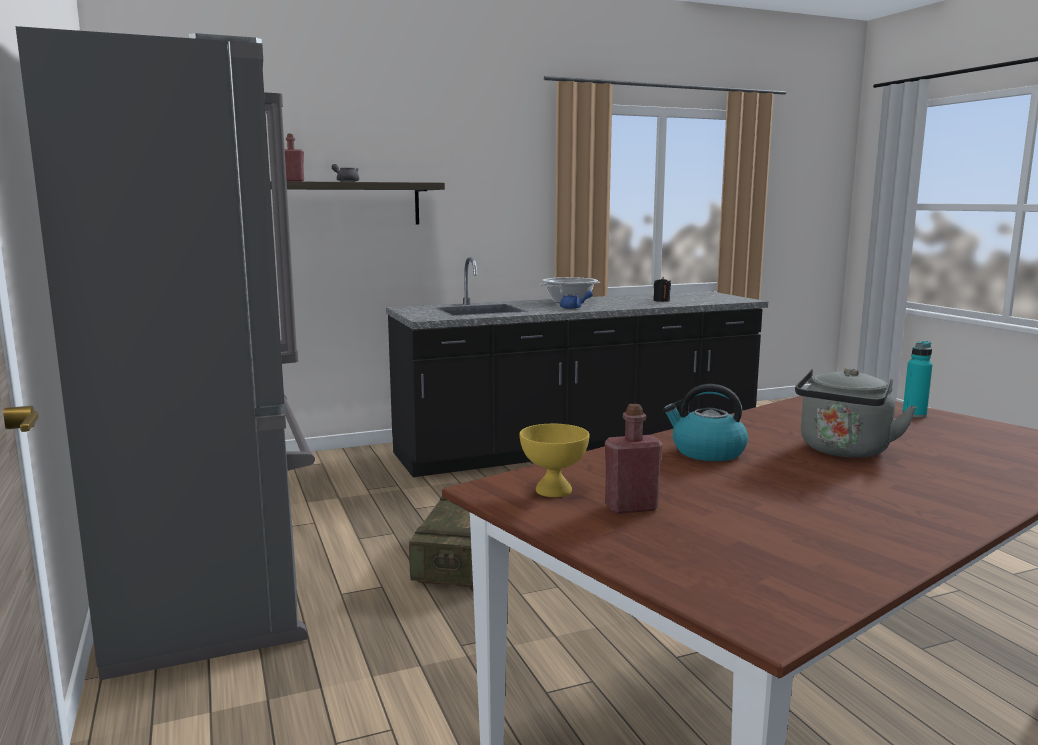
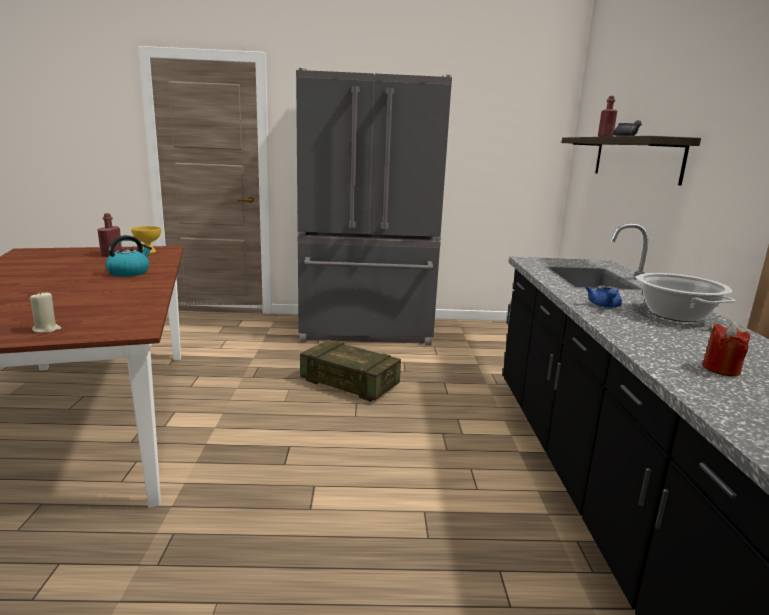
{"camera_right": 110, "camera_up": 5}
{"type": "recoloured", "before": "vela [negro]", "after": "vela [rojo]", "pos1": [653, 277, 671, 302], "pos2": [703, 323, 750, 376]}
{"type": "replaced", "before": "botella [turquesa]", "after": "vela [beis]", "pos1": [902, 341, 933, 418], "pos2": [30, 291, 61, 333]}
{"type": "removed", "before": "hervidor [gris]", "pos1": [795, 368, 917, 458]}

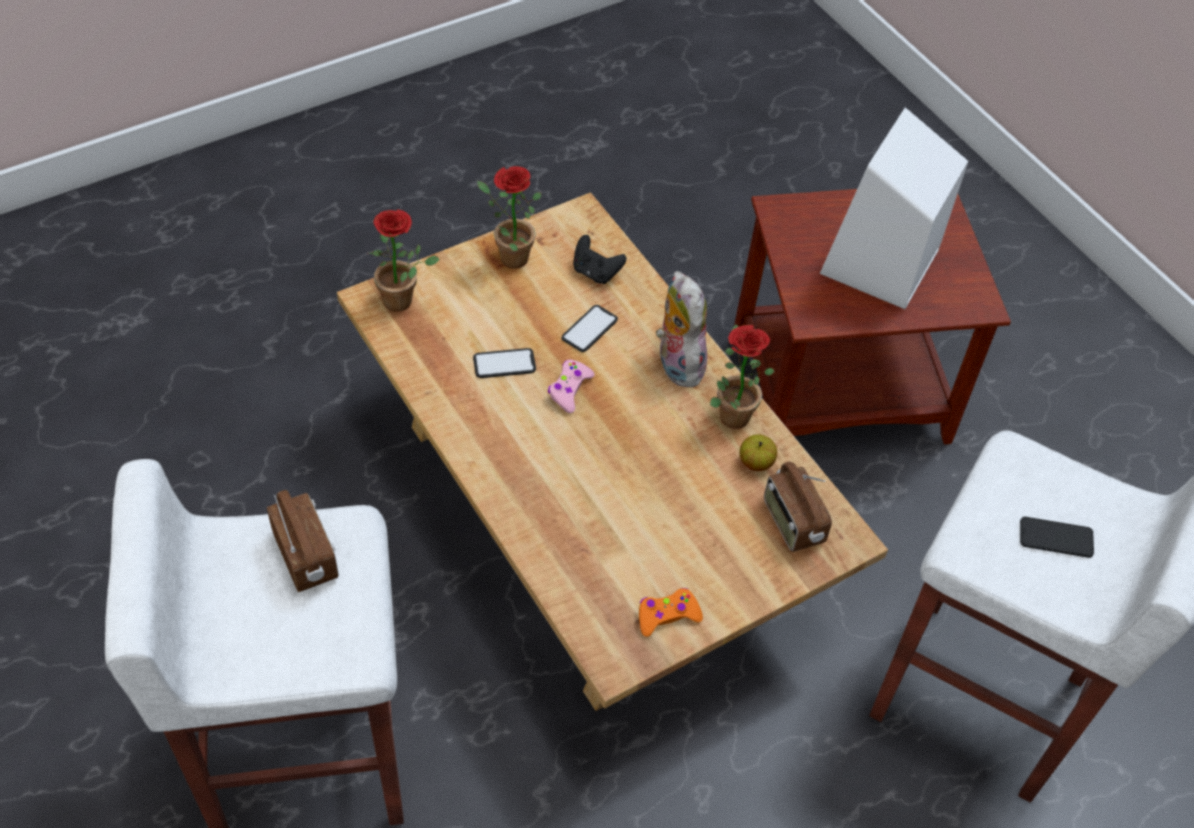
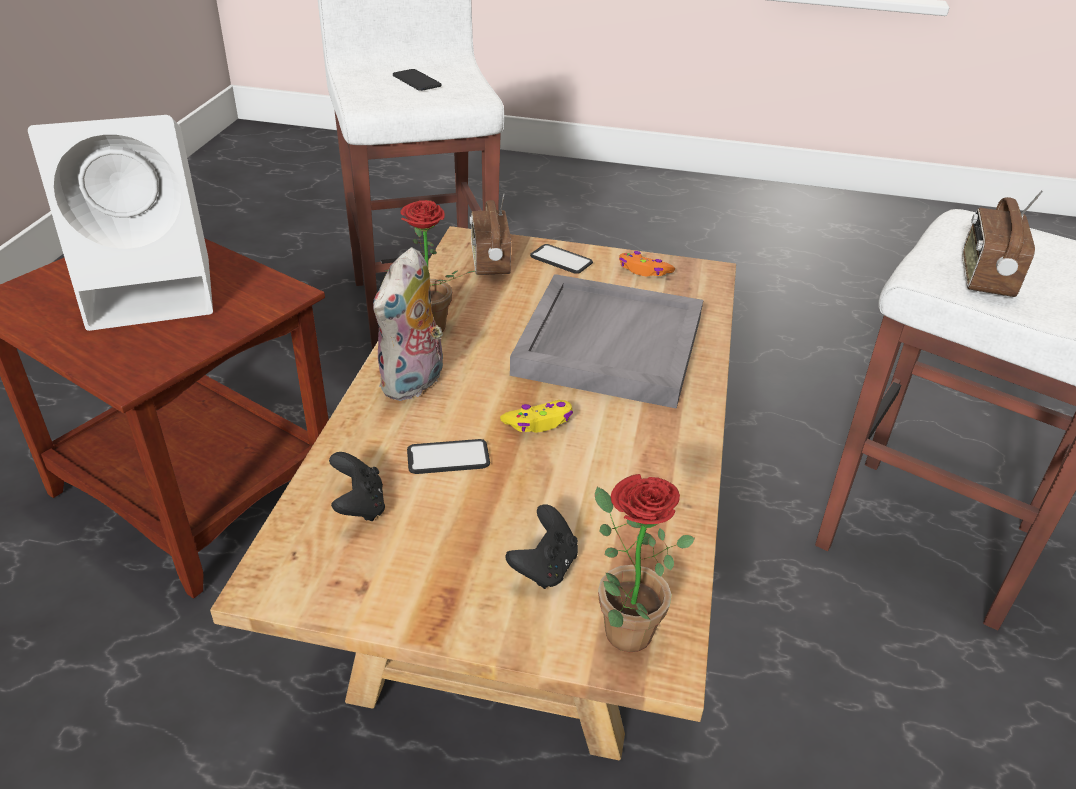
{"camera_right": -135, "camera_up": -15}
{"type": "removed", "before": "planta en maceta", "pos1": [477, 166, 542, 269]}
{"type": "moved", "before": "móvil", "pos1": [473, 348, 536, 378], "pos2": [530, 244, 593, 274]}
{"type": "recoloured", "before": "mando de consola [rosa]", "after": "mando de consola [amarillo]", "pos1": [548, 360, 595, 413], "pos2": [500, 400, 573, 433]}
{"type": "removed", "before": "manzana", "pos1": [740, 434, 777, 471]}
{"type": "turned", "before": "radio", "pos1": [764, 462, 832, 552], "pos2": [469, 194, 511, 275], "turn": 150}
{"type": "added", "after": "bandeja [gris]", "pos2": [510, 274, 703, 409]}
{"type": "added", "after": "mando de consola [negro]", "pos2": [505, 504, 578, 589]}

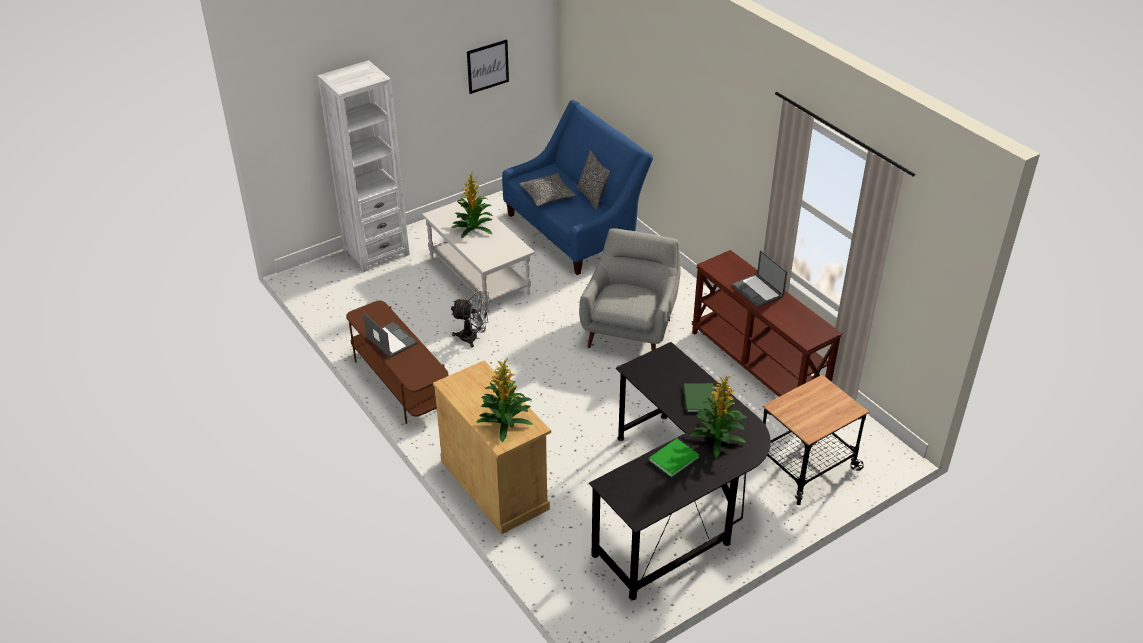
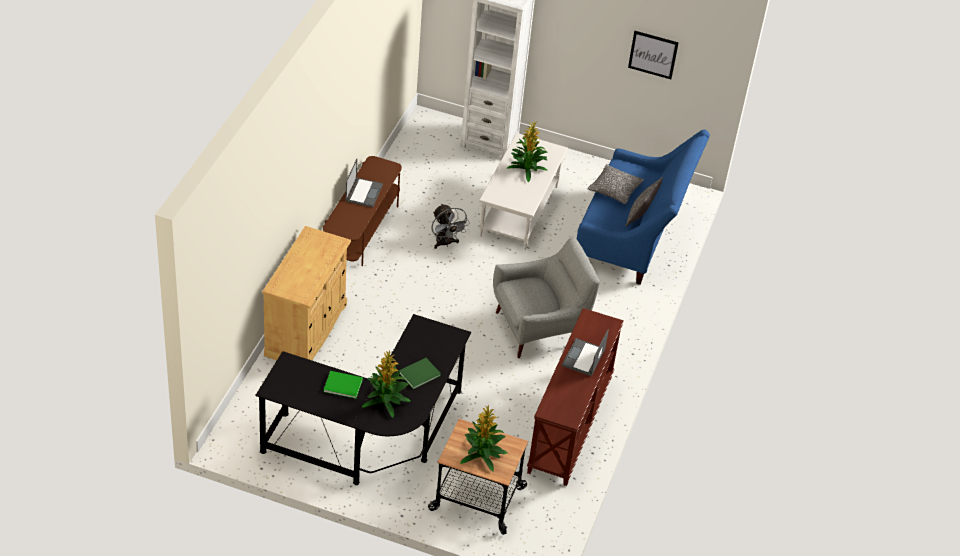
{"camera_right": 50, "camera_up": 5}
{"type": "moved", "before": "planta en maceta", "pos1": [477, 359, 533, 442], "pos2": [460, 405, 507, 472]}

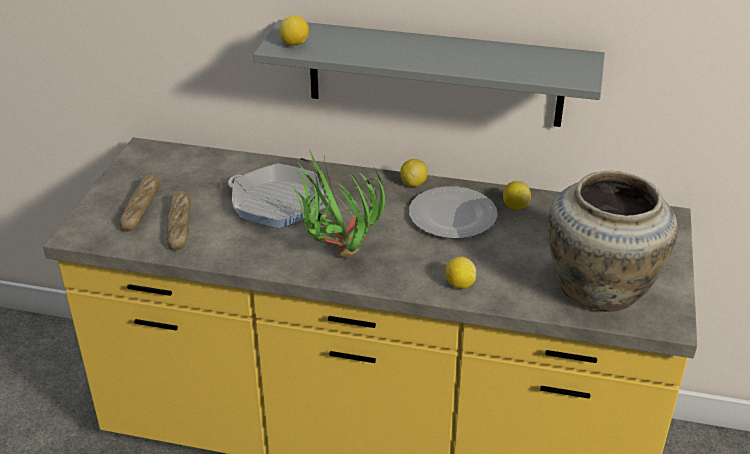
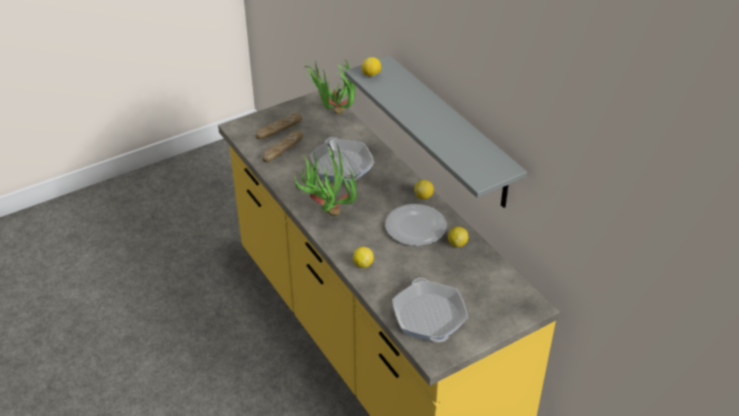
{"camera_right": 45, "camera_up": 5}
{"type": "replaced", "before": "florero [beis]", "after": "sartén", "pos1": [547, 171, 678, 312], "pos2": [392, 278, 468, 342]}
{"type": "added", "after": "planta en maceta", "pos2": [304, 58, 356, 114]}

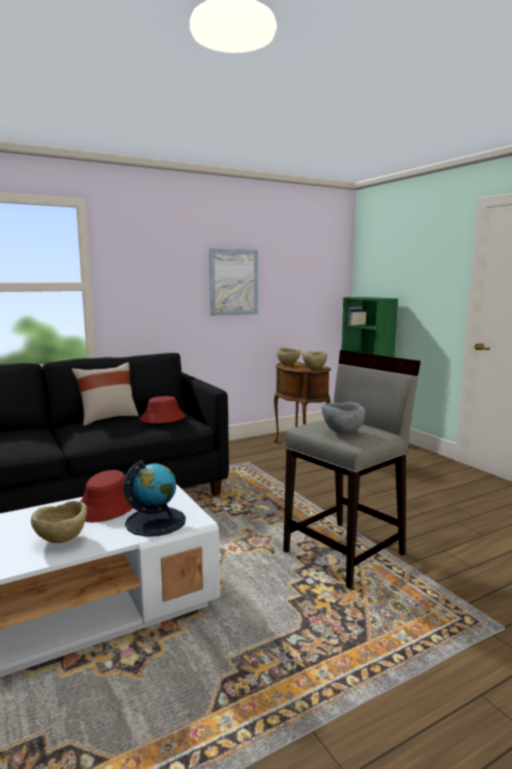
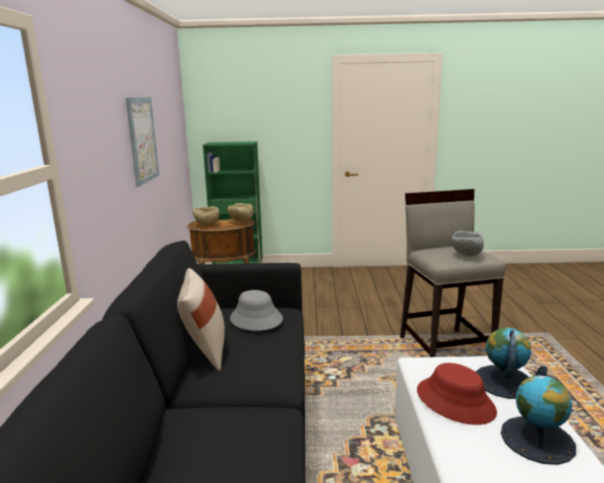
{"camera_right": -60, "camera_up": 5}
{"type": "recoloured", "before": "sombrero [rojo]", "after": "sombrero [gris]", "pos1": [139, 396, 185, 423], "pos2": [230, 290, 283, 331]}
{"type": "replaced", "before": "cuenco [beis]", "after": "globo terráqueo", "pos1": [31, 501, 87, 543], "pos2": [501, 366, 576, 465]}

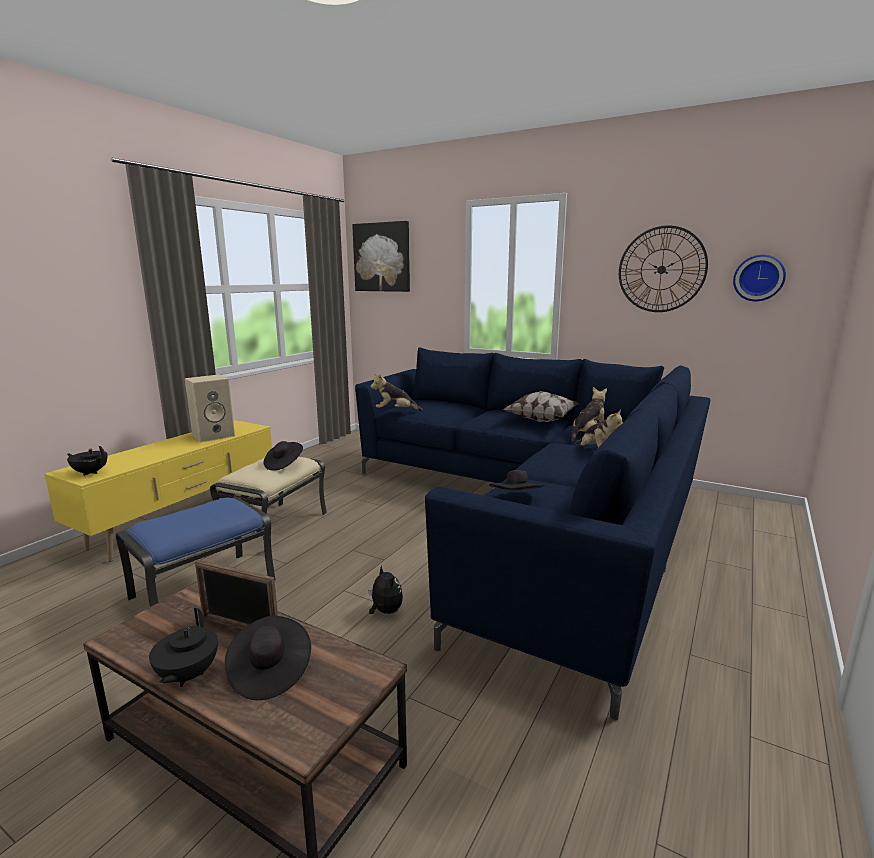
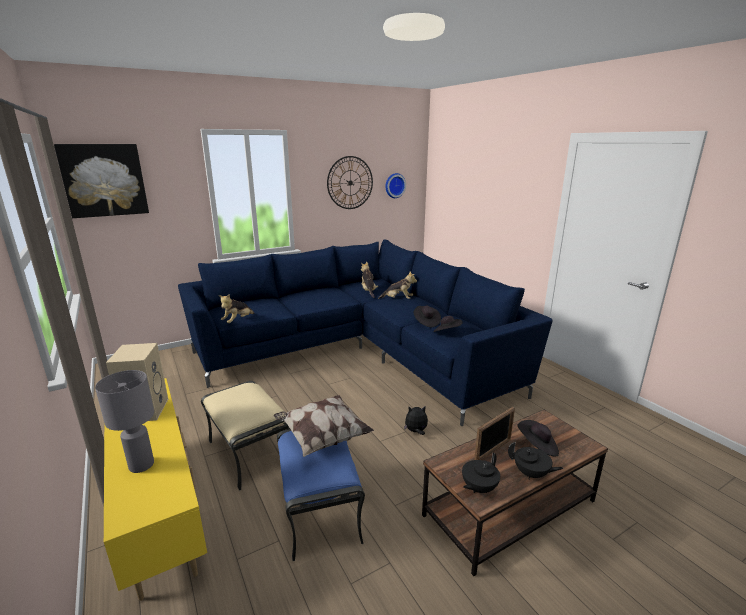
{"camera_right": -60, "camera_up": 5}
{"type": "moved", "before": "cojín", "pos1": [502, 391, 579, 422], "pos2": [274, 395, 374, 457]}
{"type": "moved", "before": "sombrero [negro]", "pos1": [264, 441, 303, 471], "pos2": [414, 306, 441, 327]}
{"type": "moved", "before": "tetera [negro]", "pos1": [67, 446, 108, 476], "pos2": [462, 453, 500, 493]}
{"type": "added", "after": "lámpara de mesa [gris]", "pos2": [95, 370, 154, 473]}

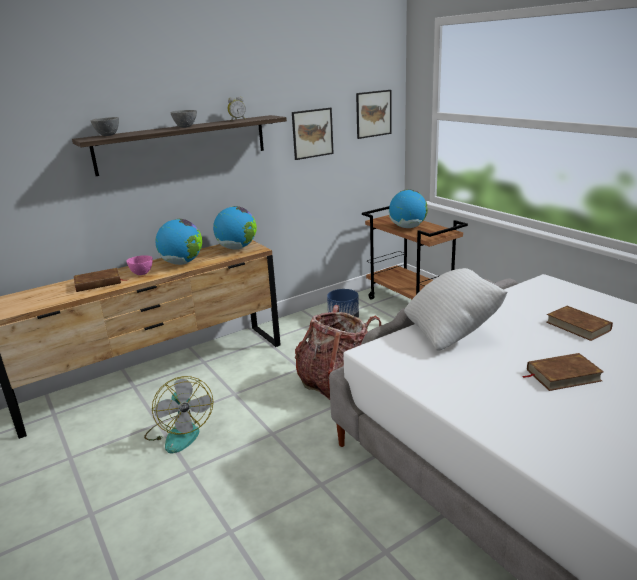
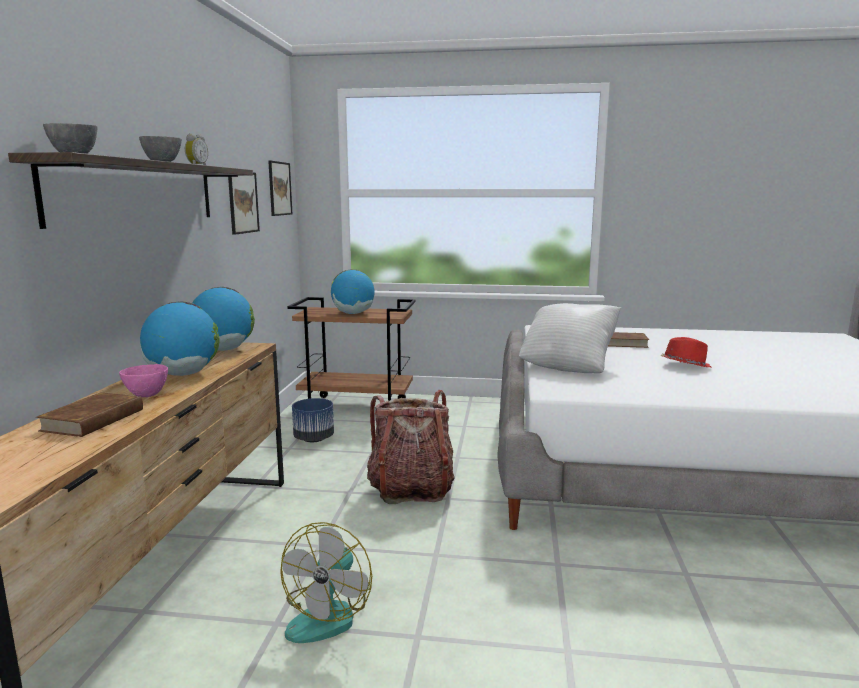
{"camera_right": -50, "camera_up": -10}
{"type": "replaced", "before": "libro [marrón]", "after": "sombrero [rojo]", "pos1": [523, 353, 604, 391], "pos2": [661, 337, 712, 367]}
{"type": "turned", "before": "ventilador", "pos1": [144, 376, 213, 453], "pos2": [280, 522, 372, 643], "turn": 90}

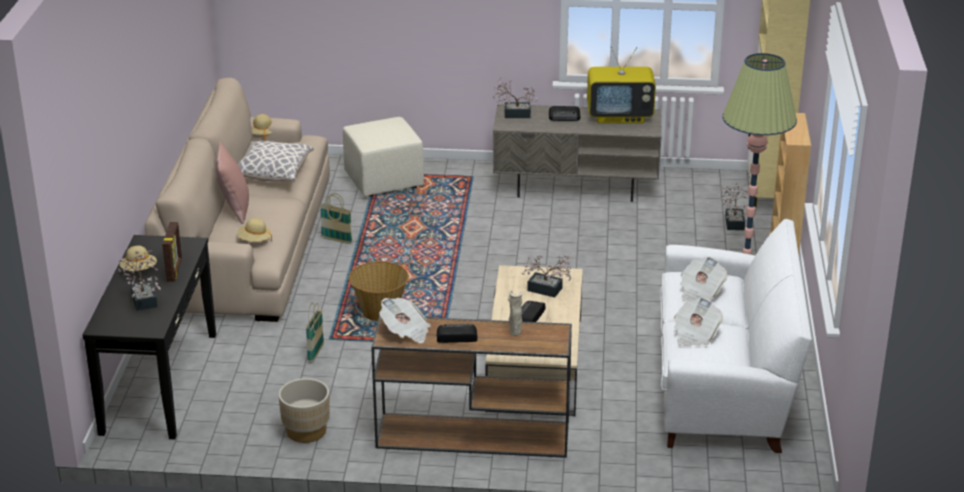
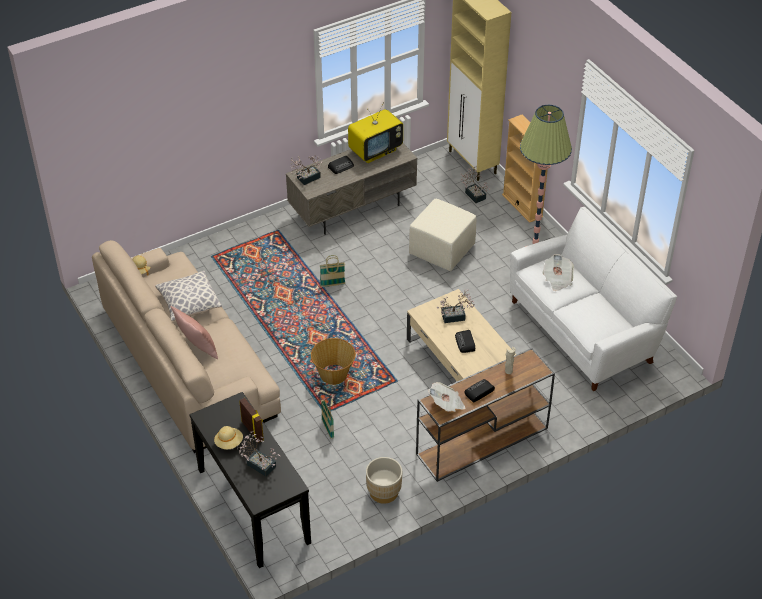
{"camera_right": -35, "camera_up": 15}
{"type": "moved", "before": "puf [beis]", "pos1": [343, 117, 424, 197], "pos2": [409, 199, 477, 272]}
{"type": "moved", "before": "cesta", "pos1": [320, 193, 352, 244], "pos2": [320, 255, 345, 287]}
{"type": "removed", "before": "sombrero [beis]", "pos1": [237, 218, 272, 242]}
{"type": "removed", "before": "periódico", "pos1": [674, 297, 723, 346]}

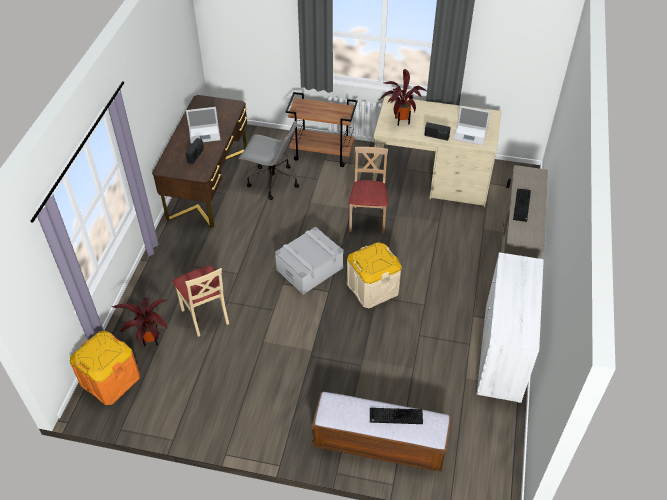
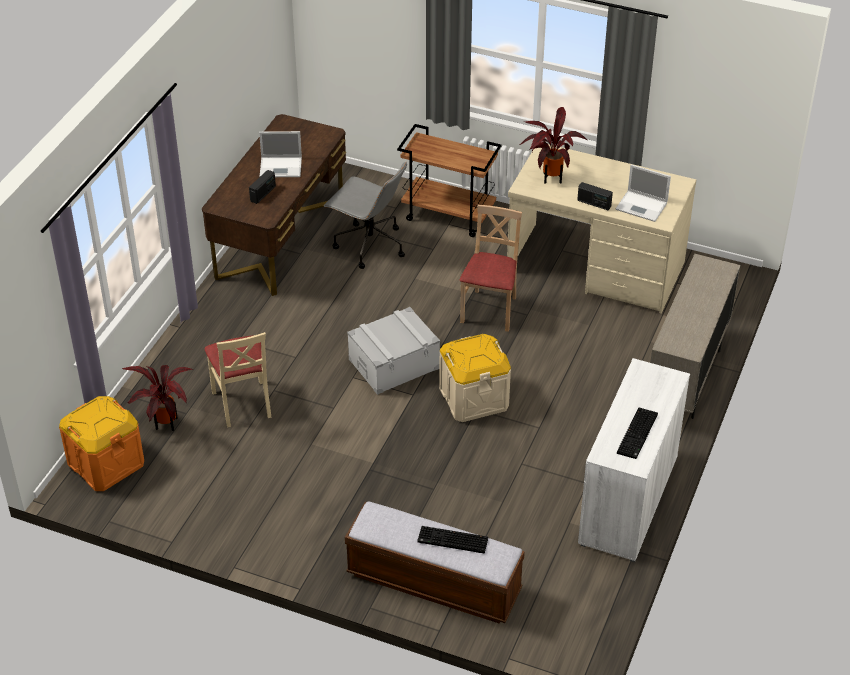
{"camera_right": 10, "camera_up": -5}
{"type": "moved", "before": "teclado", "pos1": [513, 188, 531, 222], "pos2": [617, 408, 658, 459]}

